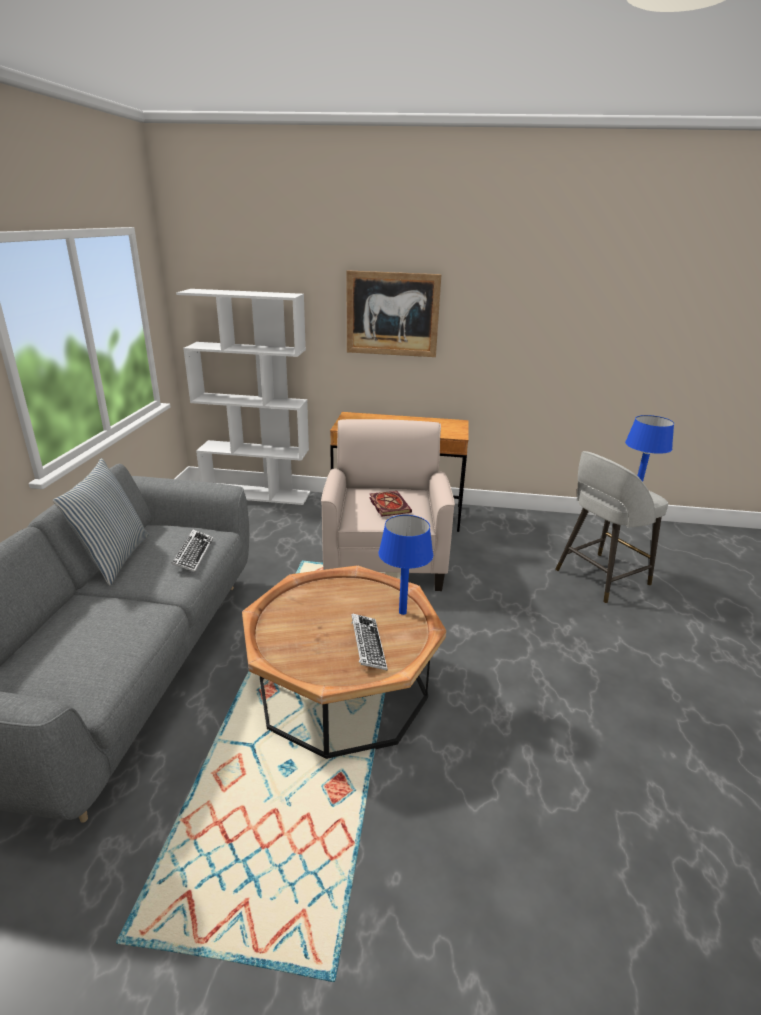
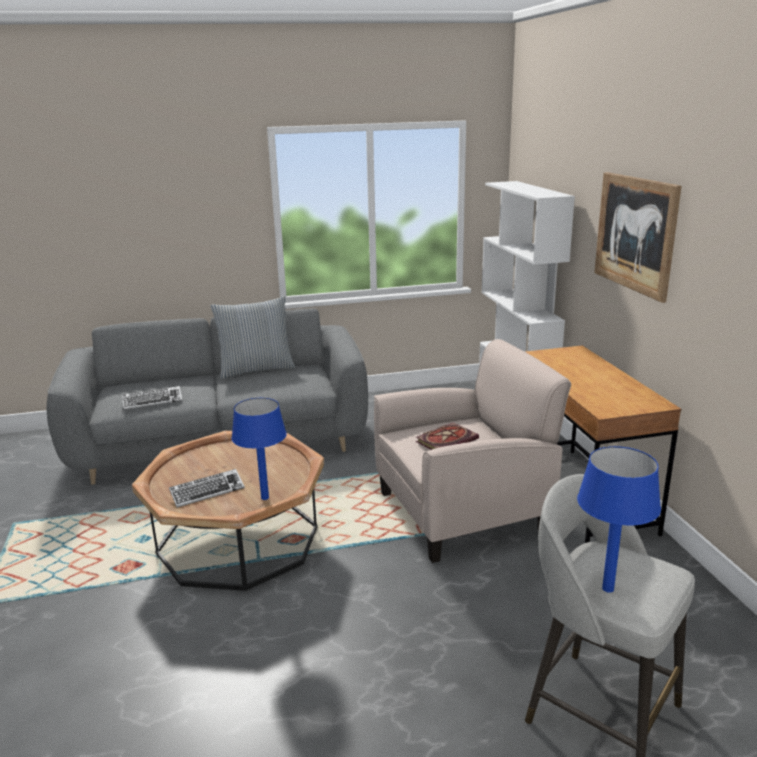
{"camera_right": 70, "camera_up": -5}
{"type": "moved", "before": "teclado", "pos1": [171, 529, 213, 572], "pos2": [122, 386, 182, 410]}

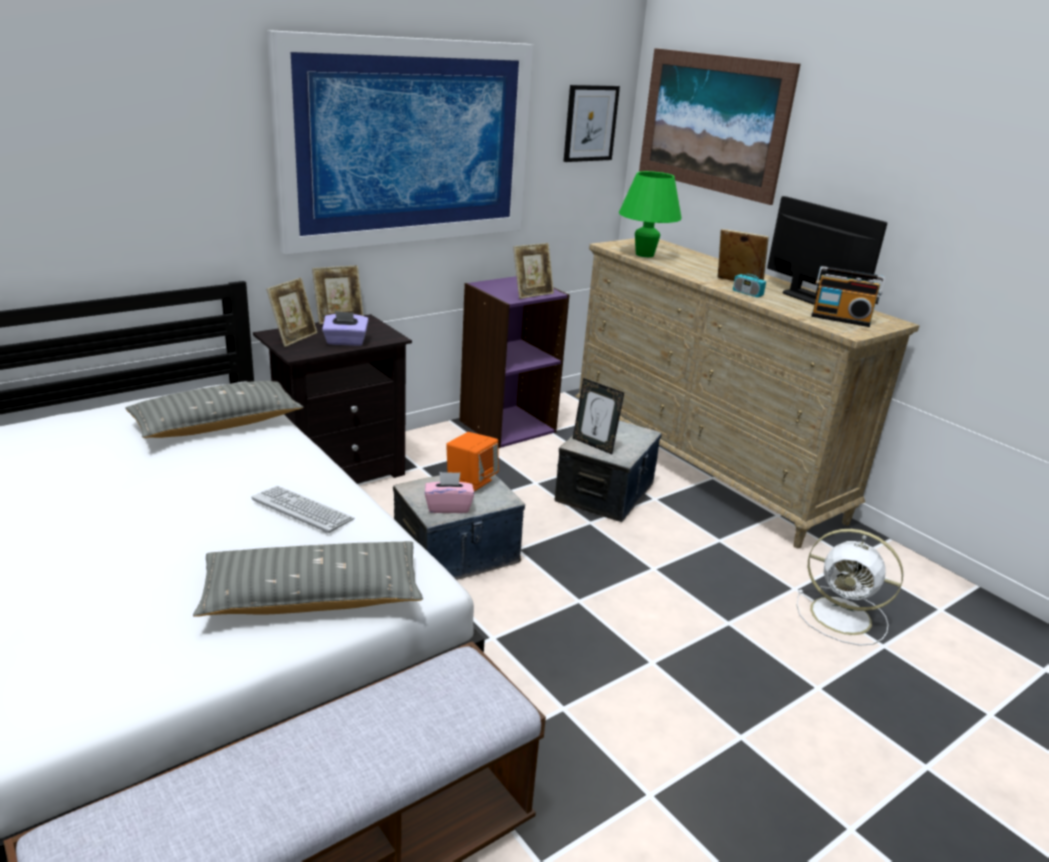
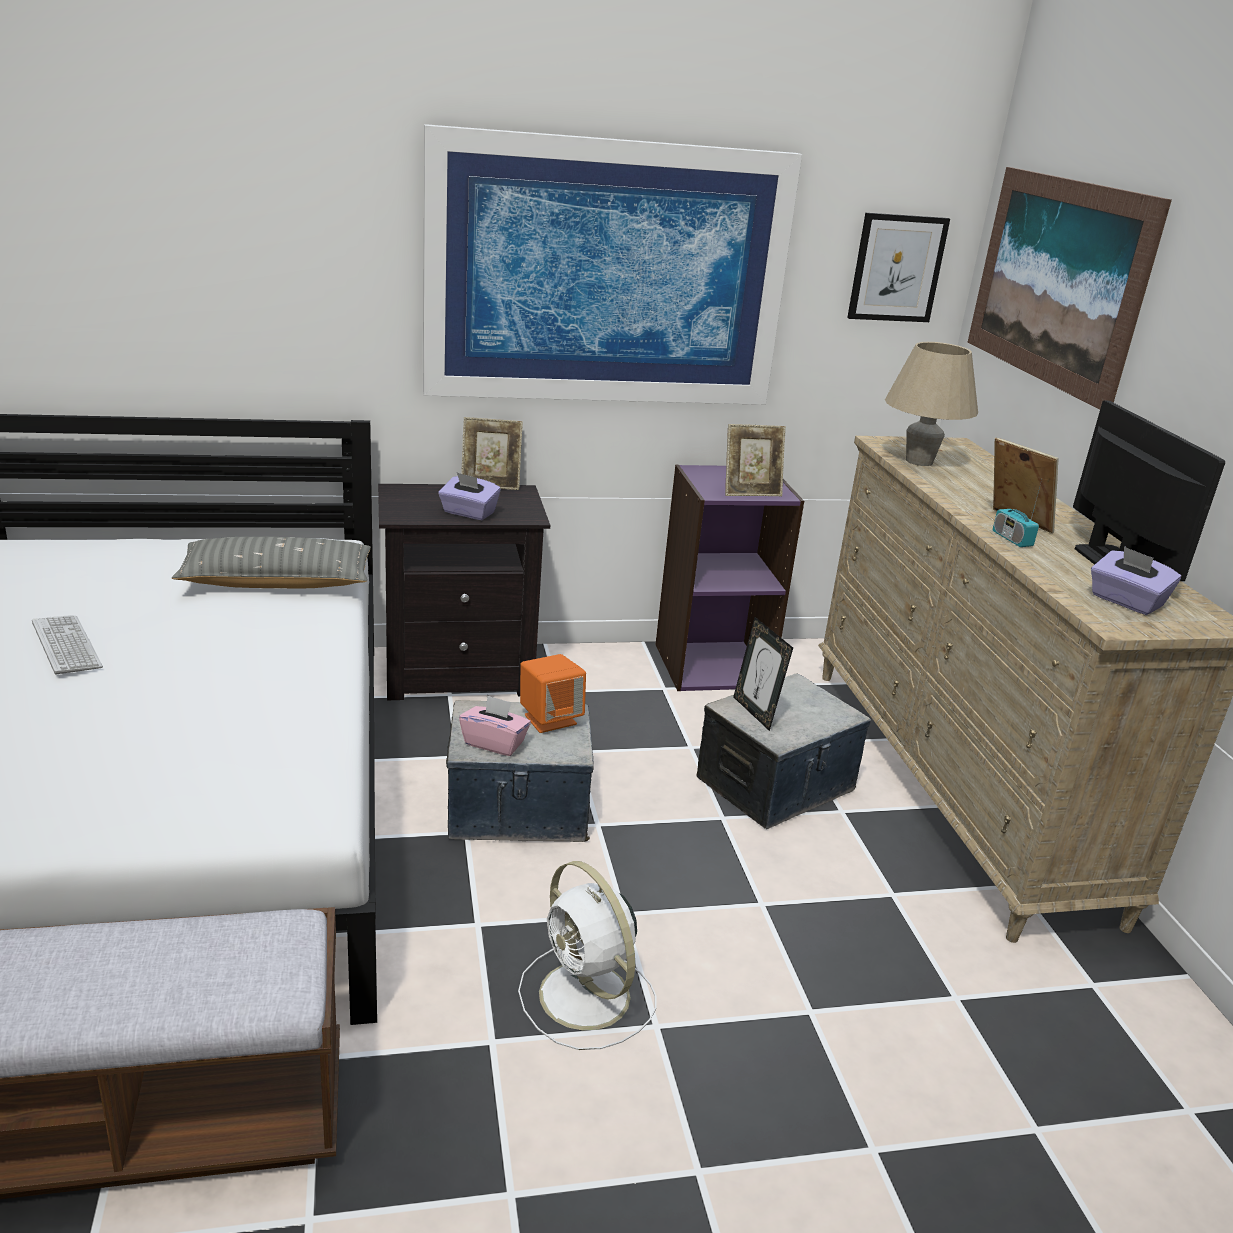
{"camera_right": 25, "camera_up": 0}
{"type": "recoloured", "before": "lámpara de mesa [verde]", "after": "lámpara de mesa [beis]", "pos1": [619, 171, 682, 257], "pos2": [885, 342, 978, 466]}
{"type": "replaced", "before": "radio", "after": "caja de pañuelos [morado]", "pos1": [811, 266, 885, 327], "pos2": [1091, 546, 1181, 615]}
{"type": "removed", "before": "portarretratos", "pos1": [267, 278, 317, 347]}
{"type": "moved", "before": "teclado", "pos1": [252, 486, 355, 533], "pos2": [32, 615, 103, 674]}
{"type": "moved", "before": "ventilador [blanco]", "pos1": [797, 529, 903, 646], "pos2": [518, 861, 656, 1050]}
{"type": "removed", "before": "cojín [gris]", "pos1": [193, 541, 423, 617]}

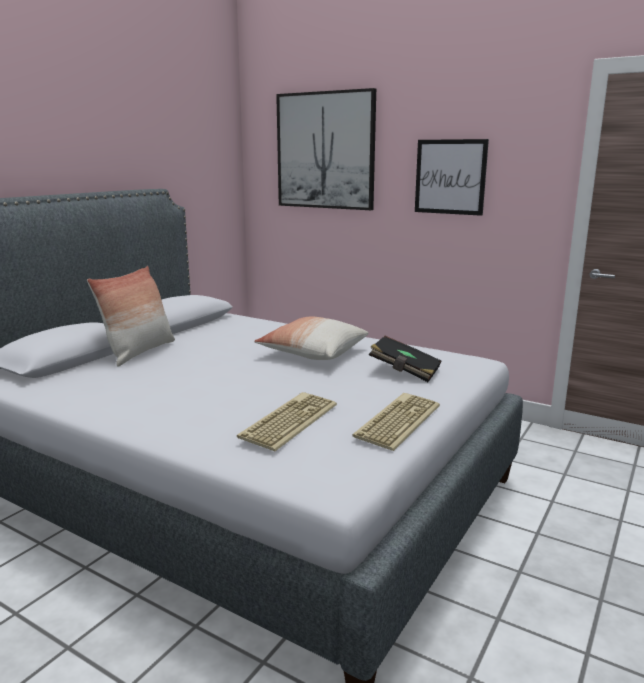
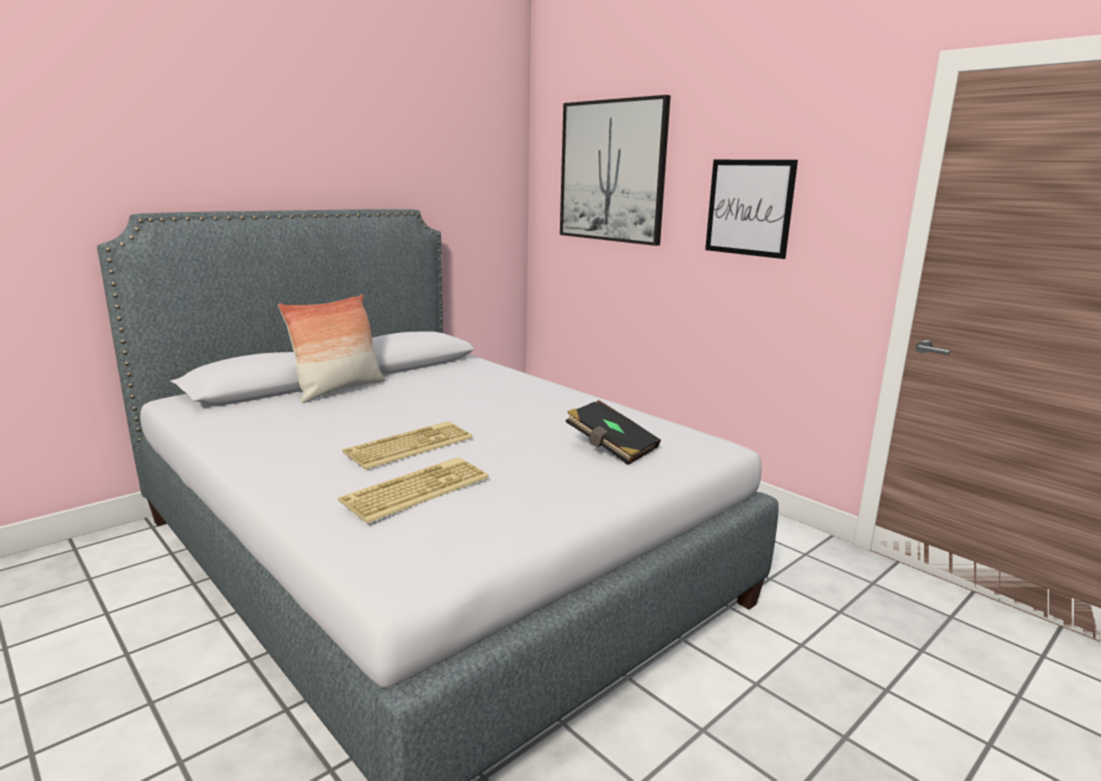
{"camera_right": 15, "camera_up": 0}
{"type": "removed", "before": "cojín", "pos1": [254, 317, 368, 360]}
{"type": "moved", "before": "teclado", "pos1": [353, 393, 440, 451], "pos2": [342, 421, 473, 470]}

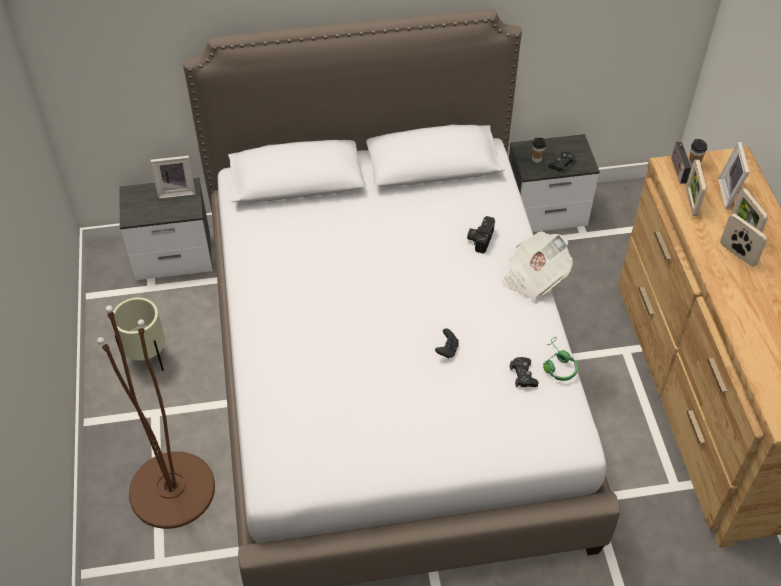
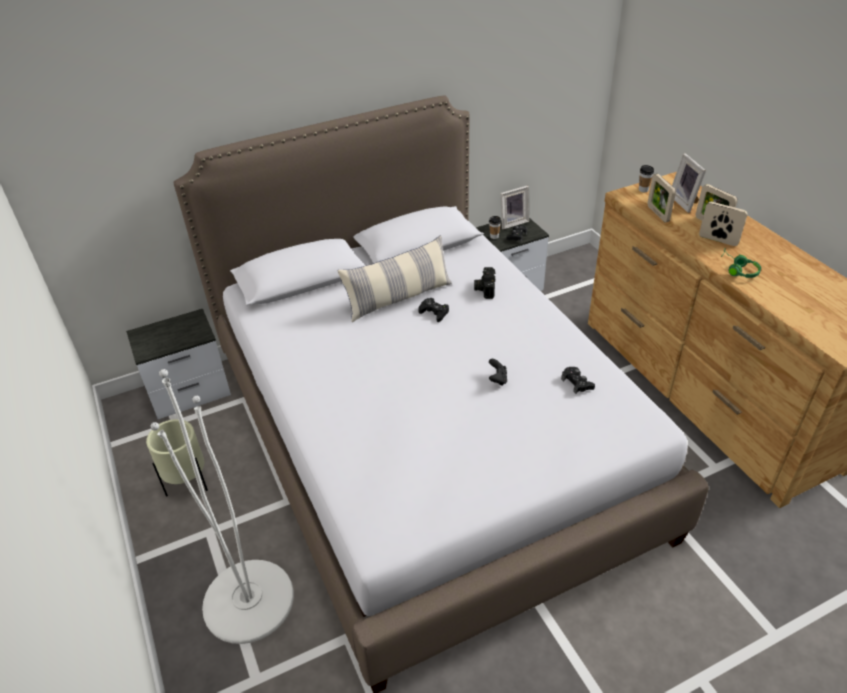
{"camera_right": -15, "camera_up": -10}
{"type": "removed", "before": "radio", "pos1": [671, 142, 691, 184]}
{"type": "moved", "before": "portarretratos", "pos1": [150, 156, 196, 199], "pos2": [500, 186, 529, 229]}
{"type": "removed", "before": "periódico", "pos1": [502, 231, 573, 300]}
{"type": "recoloured", "before": "lámpara de pie [marrón]", "after": "lámpara de pie [blanco]", "pos1": [97, 305, 215, 529], "pos2": [150, 369, 294, 644]}
{"type": "moved", "before": "auriculares [verde]", "pos1": [543, 337, 578, 381], "pos2": [721, 248, 761, 278]}
{"type": "added", "after": "cojín", "pos2": [338, 235, 452, 322]}
{"type": "added", "after": "mando de consola [negro]", "pos2": [418, 298, 449, 322]}

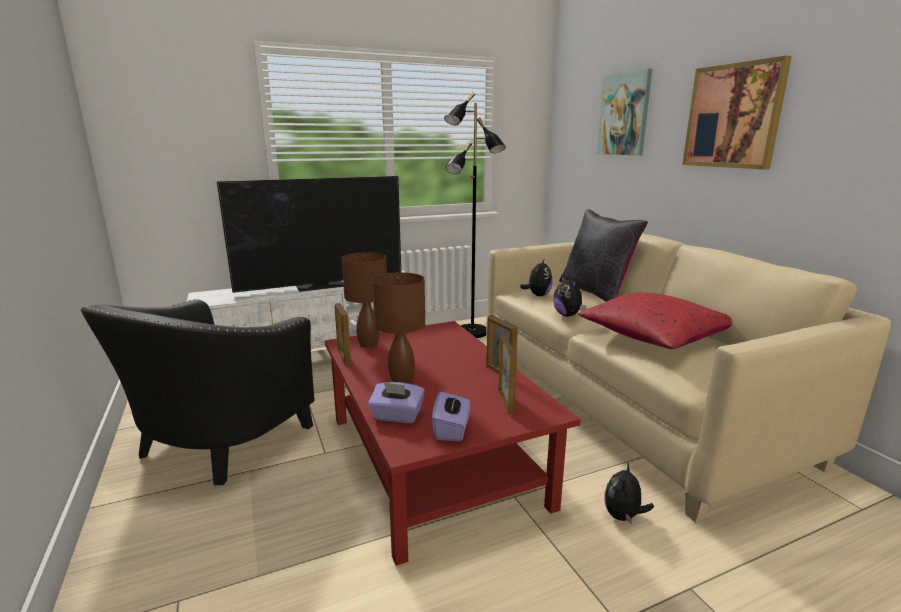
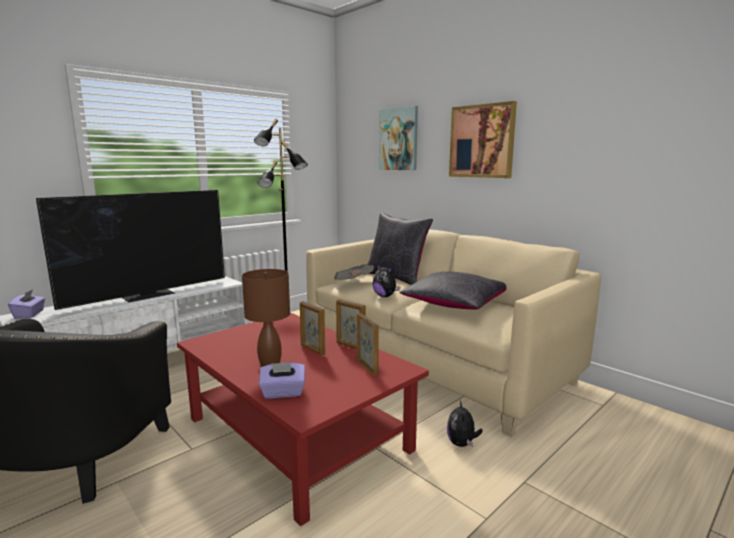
{"camera_right": -20, "camera_up": -5}
{"type": "removed", "before": "lámpara de mesa [marrón]", "pos1": [342, 252, 387, 347]}
{"type": "replaced", "before": "peluche", "after": "periódico", "pos1": [520, 260, 553, 296], "pos2": [334, 264, 374, 280]}
{"type": "recoloured", "before": "cojín [rojo]", "after": "cojín [negro]", "pos1": [578, 292, 732, 349], "pos2": [399, 272, 507, 310]}
{"type": "moved", "before": "portarretratos", "pos1": [334, 303, 351, 365], "pos2": [300, 301, 325, 356]}
{"type": "moved", "before": "caja de pañuelos [morado]", "pos1": [432, 388, 470, 441], "pos2": [8, 289, 45, 319]}

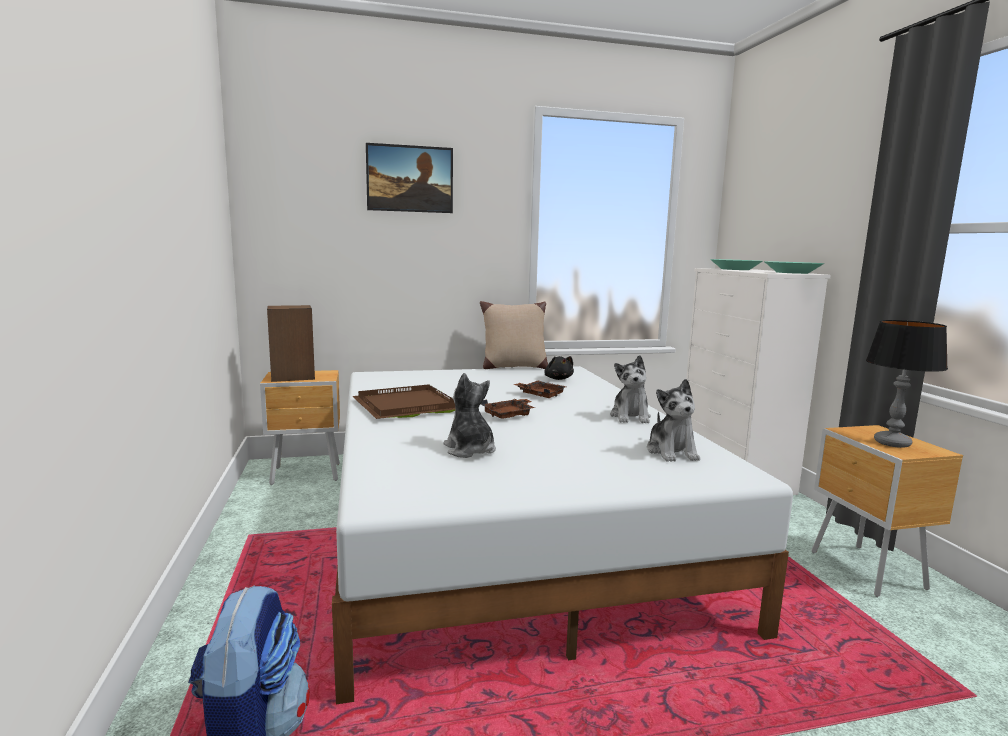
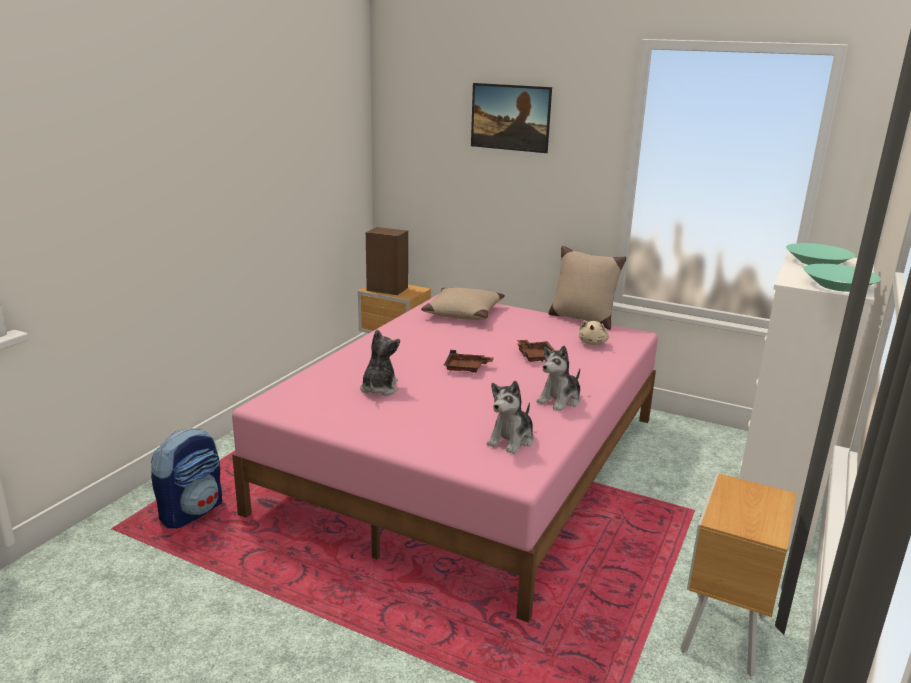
{"camera_right": 40, "camera_up": 10}
{"type": "removed", "before": "lámpara de mesa", "pos1": [866, 320, 948, 448]}
{"type": "recoloured", "before": "peluche [negro]", "after": "peluche [beis]", "pos1": [544, 356, 574, 380], "pos2": [579, 320, 609, 345]}
{"type": "recoloured", "before": "cama [blanco]", "after": "cama [rosa]", "pos1": [332, 366, 793, 704], "pos2": [232, 294, 658, 623]}
{"type": "removed", "before": "bandeja [marrón]", "pos1": [352, 384, 455, 419]}
{"type": "added", "after": "cojín [beis]", "pos2": [421, 288, 505, 320]}

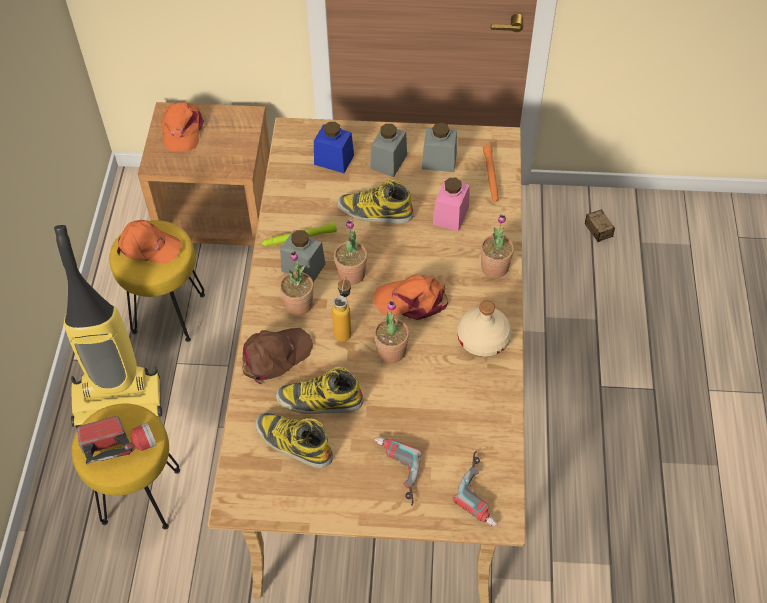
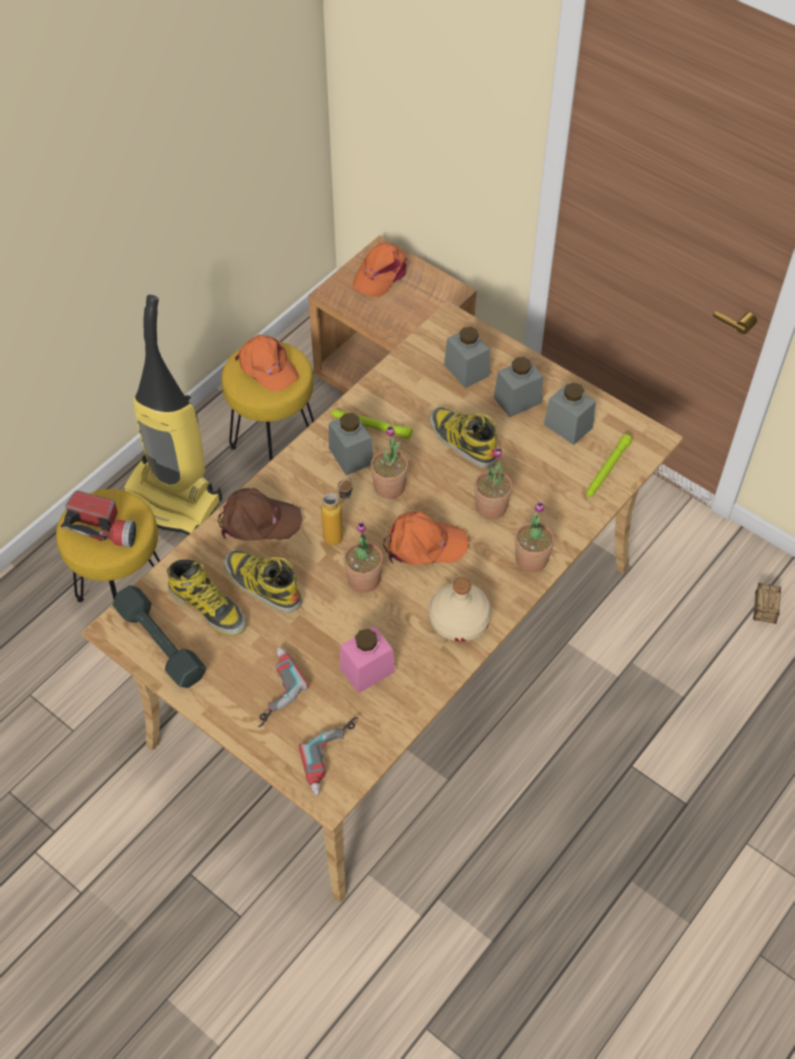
{"camera_right": 35, "camera_up": 0}
{"type": "recoloured", "before": "tarro [azul]", "after": "tarro [gris]", "pos1": [314, 122, 354, 173], "pos2": [444, 327, 490, 388]}
{"type": "recoloured", "before": "linterna [naranja]", "after": "linterna [verde]", "pos1": [483, 144, 499, 202], "pos2": [586, 434, 632, 497]}
{"type": "moved", "before": "tarro [rosa]", "pos1": [433, 178, 470, 232], "pos2": [340, 626, 395, 694]}
{"type": "moved", "before": "planta en maceta", "pos1": [279, 251, 314, 316], "pos2": [474, 447, 513, 519]}
{"type": "turned", "before": "gorra [naranja]", "pos1": [374, 275, 448, 320], "pos2": [383, 511, 469, 565], "turn": 135}
{"type": "turned", "before": "bota", "pos1": [255, 412, 333, 468], "pos2": [167, 559, 247, 636], "turn": 150}
{"type": "added", "after": "mancuerna [gris]", "pos2": [112, 585, 206, 688]}

